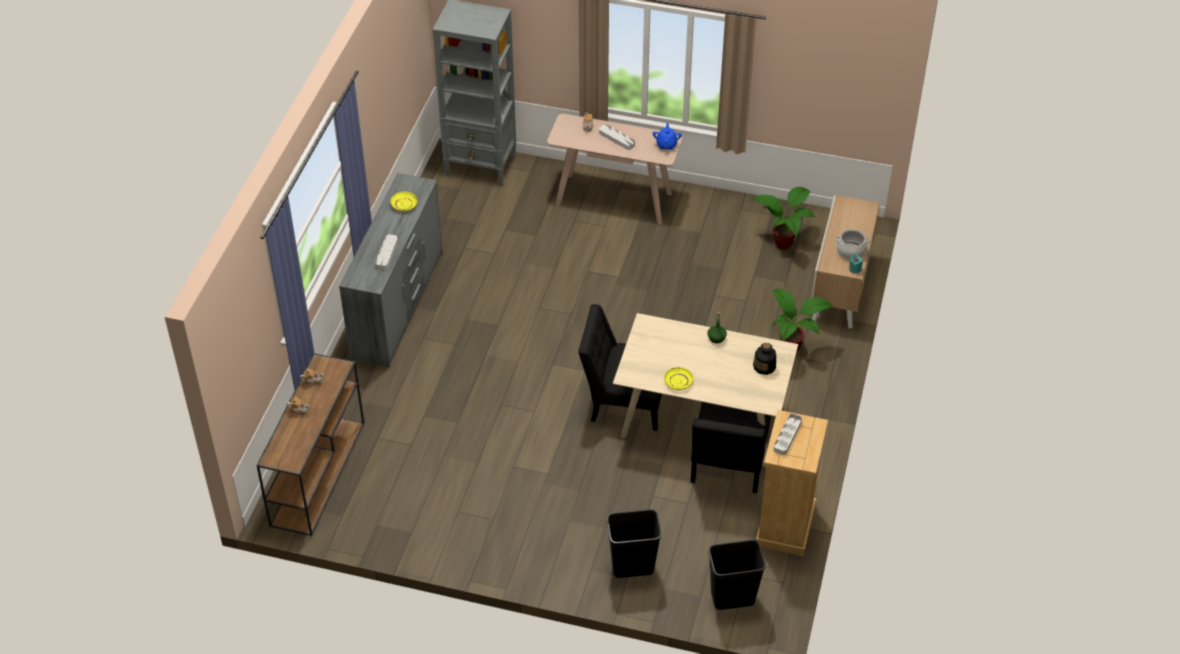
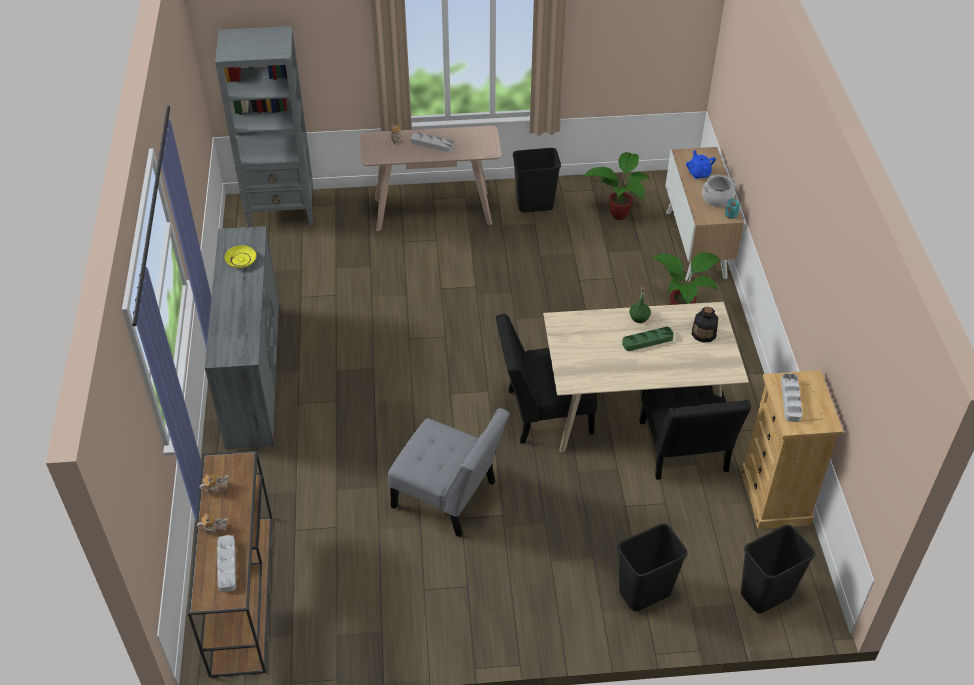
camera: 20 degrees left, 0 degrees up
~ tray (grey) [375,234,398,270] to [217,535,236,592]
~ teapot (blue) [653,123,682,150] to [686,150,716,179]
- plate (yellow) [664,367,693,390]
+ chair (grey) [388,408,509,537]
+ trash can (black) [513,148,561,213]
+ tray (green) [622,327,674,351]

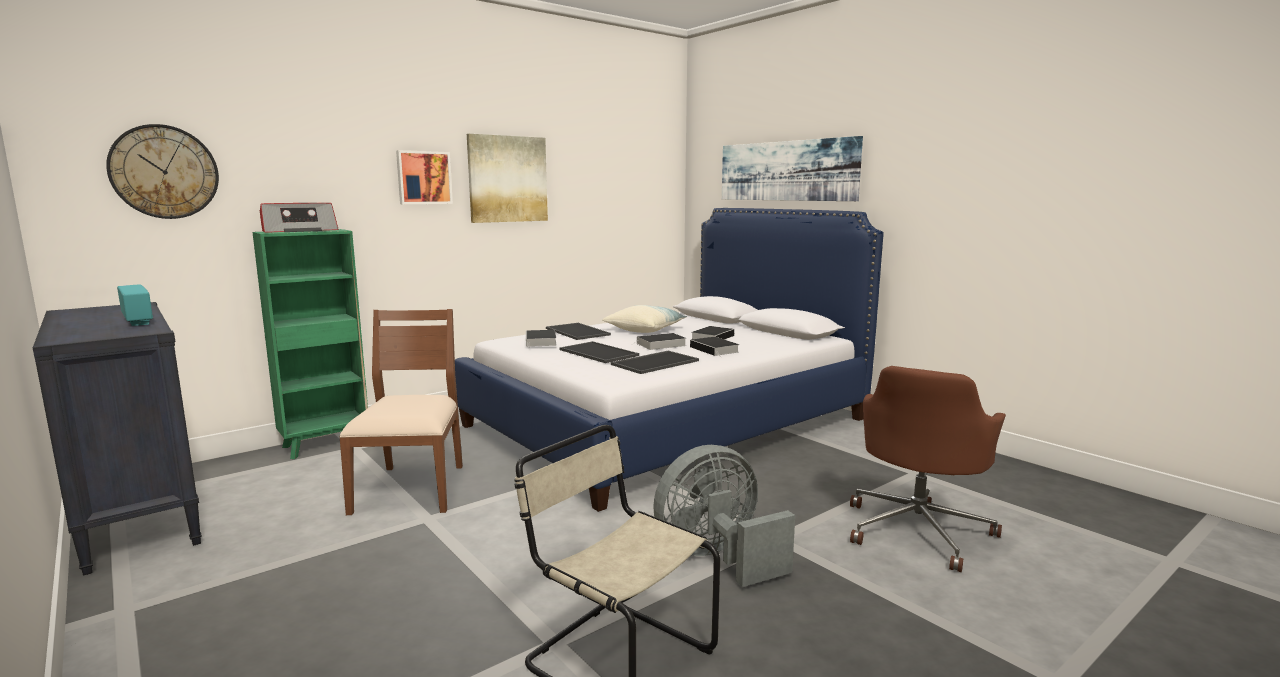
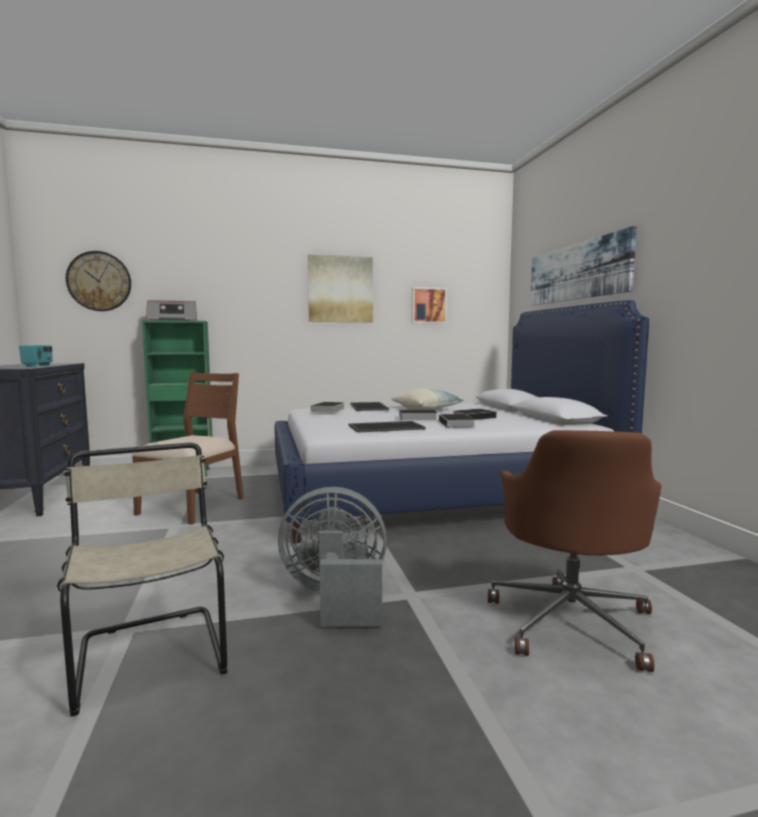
camera: 25 degrees right, 5 degrees down
~ picture [396,150,453,204] to [412,287,447,324]
- tray [559,341,639,363]
~ office chair (brown) [850,366,1006,572] = [488,430,661,672] 45 degrees counterclockwise

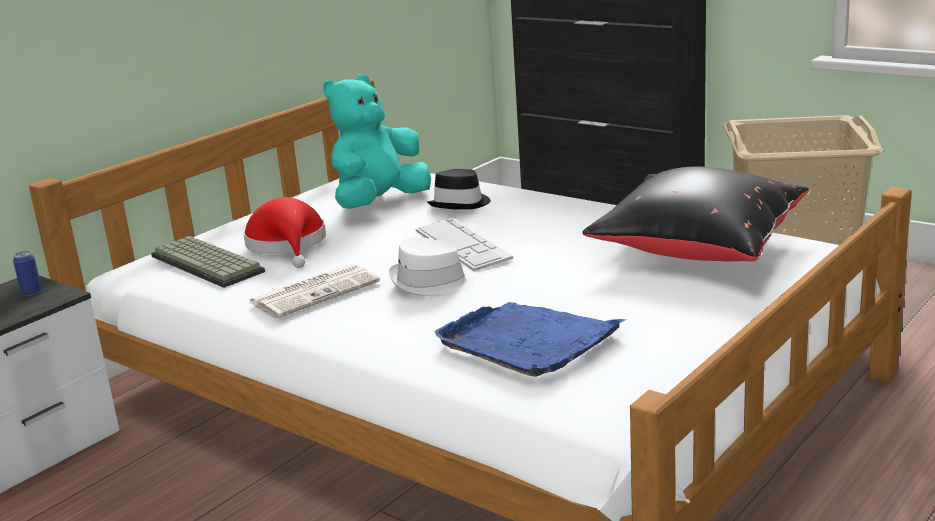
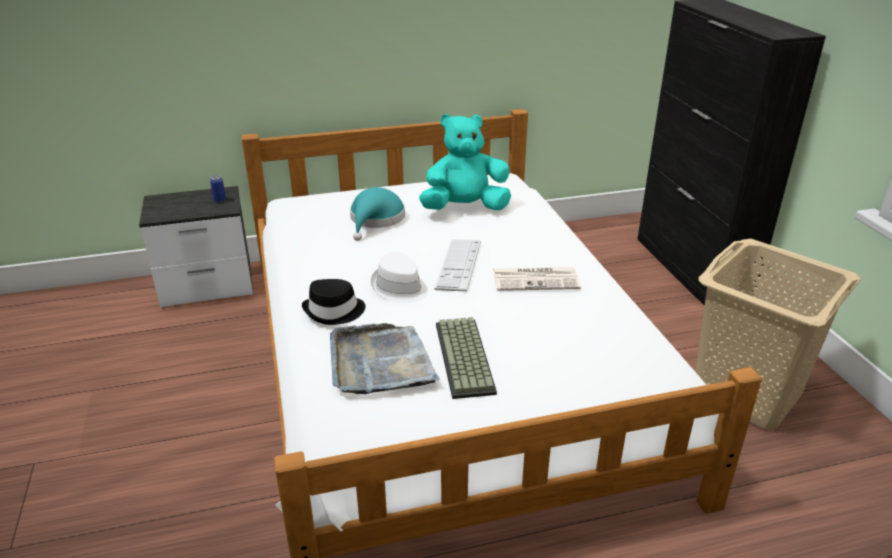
camera: 35 degrees right, 10 degrees up
~ keyboard [151,236,265,288] to [436,317,497,399]
~ hat (red) [243,197,326,268] to hat (turquoise) [350,187,405,241]
~ newspaper [249,264,380,318] to [493,267,581,291]
~ hat (black) [427,169,491,210] to [302,279,366,325]
~ tray (blue) [434,302,627,377] to tray (grey) [330,323,440,394]
- pillow (black) [582,167,809,262]

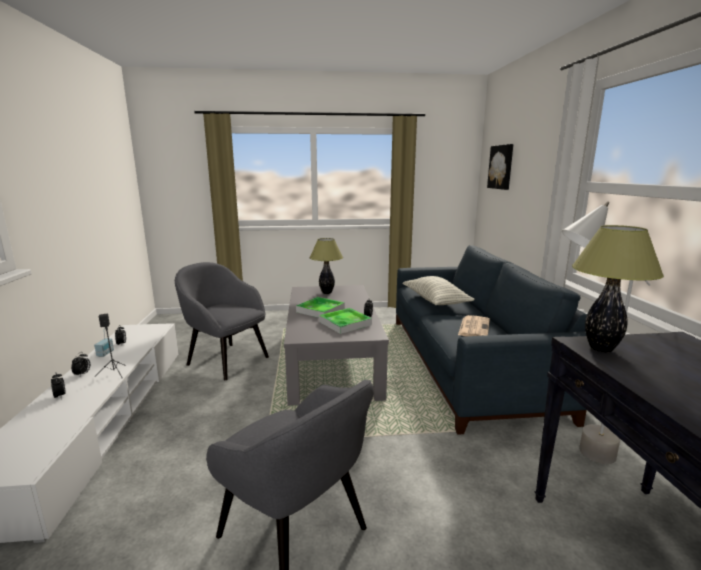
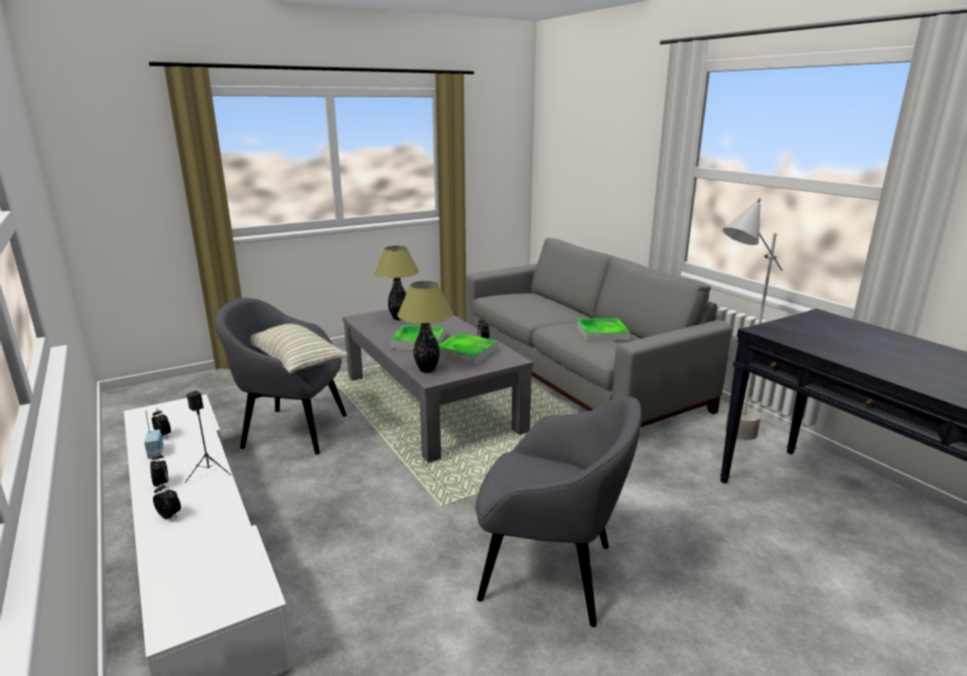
camera: 25 degrees left, 5 degrees up
~ sofa (blue) [396,245,587,435] to sofa (grey) [466,238,732,427]
~ pillow [402,276,475,305] to [250,324,348,373]
~ newspaper [458,315,490,336] to tray [576,318,630,342]
- picture [487,144,513,190]
~ table lamp [572,225,664,353] to [397,281,453,373]

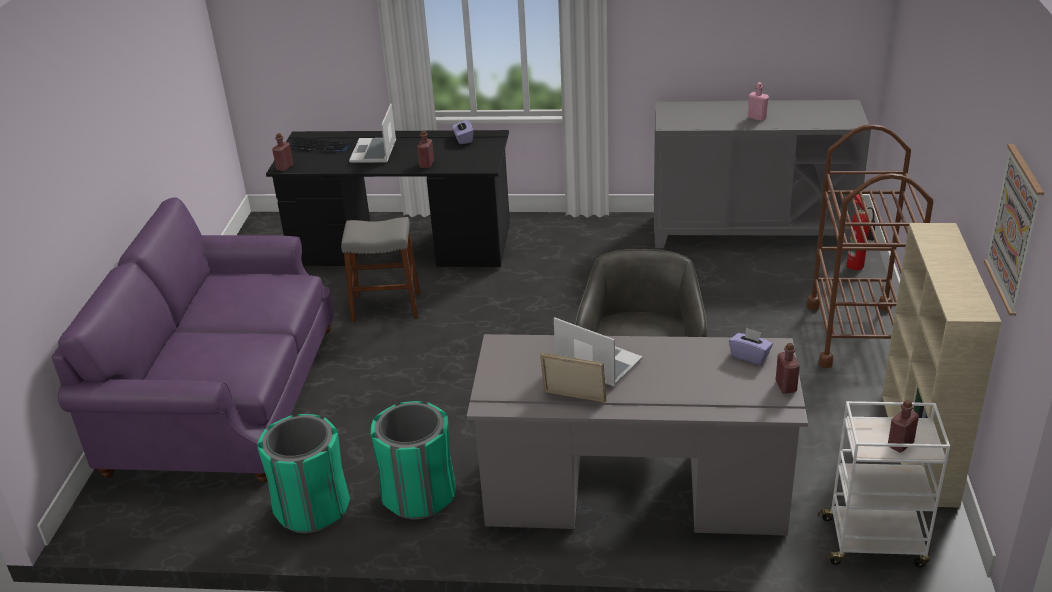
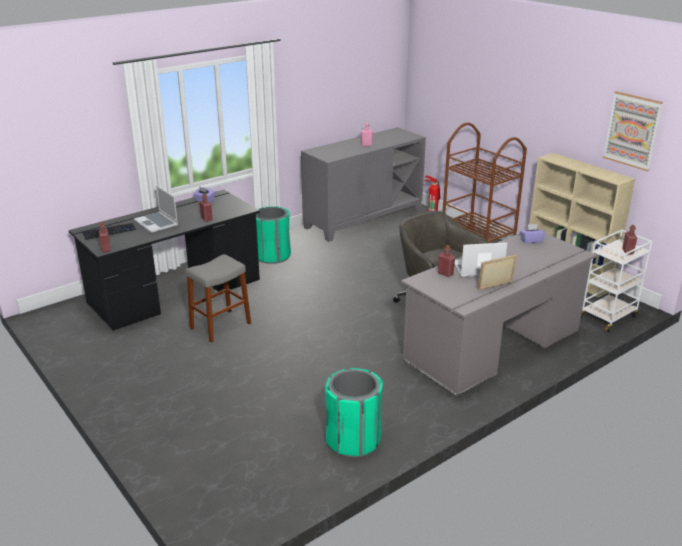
camera: 45 degrees left, 5 degrees down
- sofa (purple) [52,197,334,482]
~ trash can (green) [371,401,456,520] to [256,206,291,264]
~ bottle (red) [776,343,800,394] to [438,245,455,277]

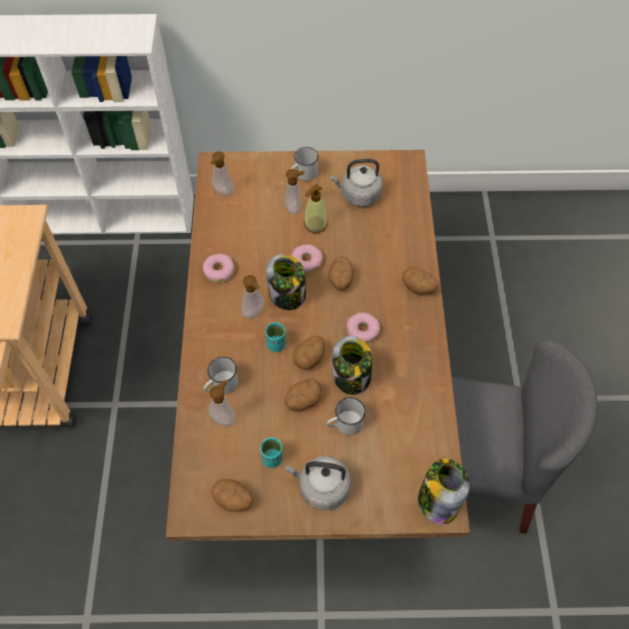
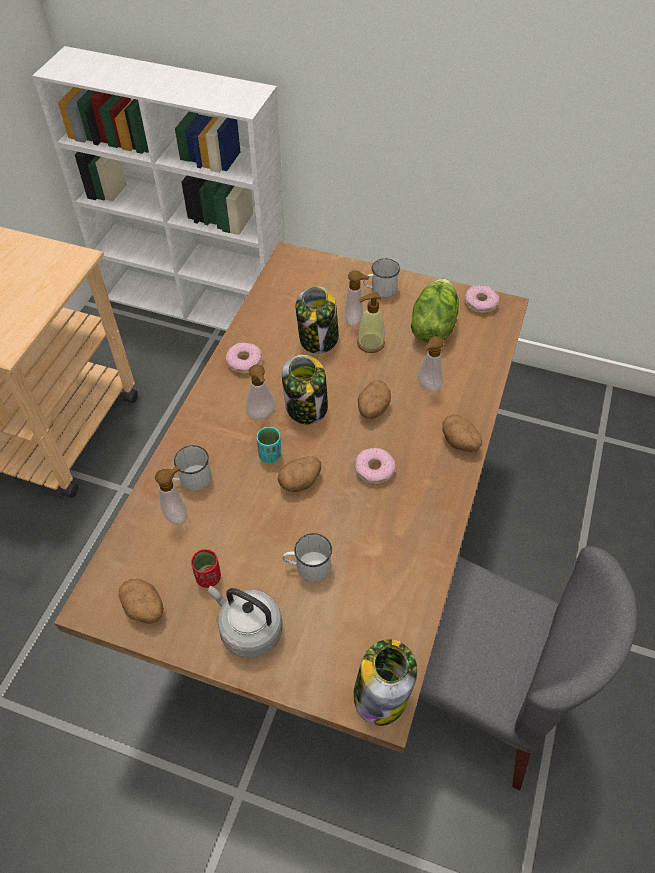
camera: 20 degrees right, 5 degrees down
~ soap dispenser [210,151,234,196] to [418,336,444,393]
~ cup (turquoise) [260,438,283,468] to cup (red) [191,549,221,588]
- potato [284,379,322,411]
~ donut [292,244,323,273] to [464,285,499,314]
~ kettle (grey) [330,159,383,207] to lettuce [411,279,459,343]
~ jar [332,336,372,395] to [296,287,339,354]

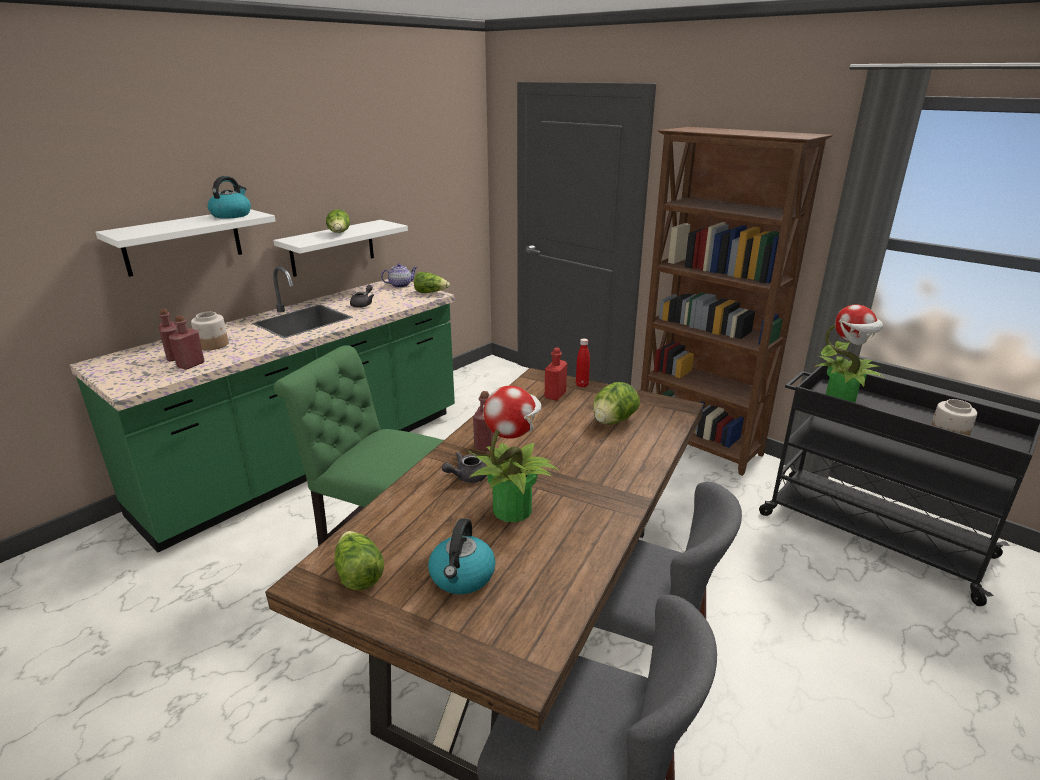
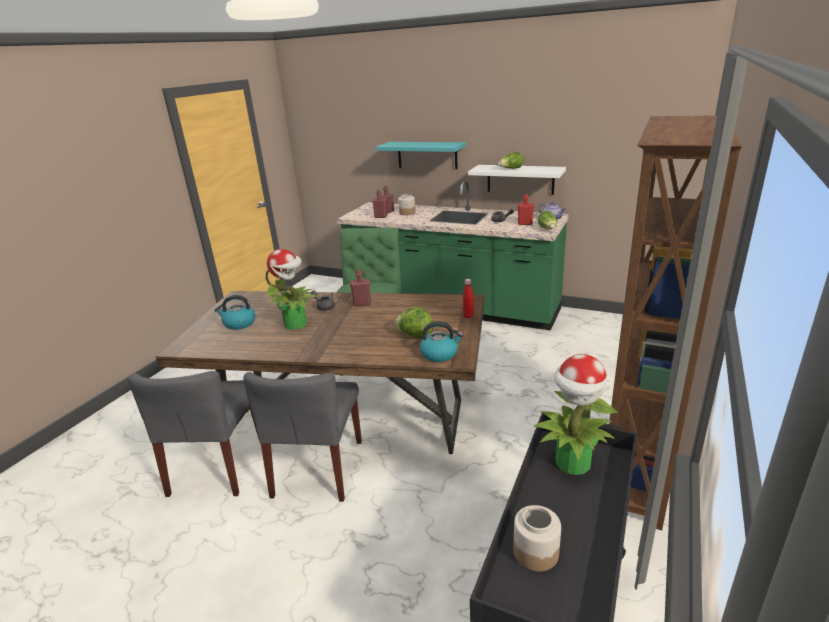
camera: 75 degrees right, 0 degrees up
~ shelf (white) [95,209,276,277] to shelf (turquoise) [376,142,466,169]
~ kettle [208,176,251,219] to [420,321,463,362]
- lettuce [335,531,384,590]
~ bottle (red) [545,347,567,400] to [518,194,534,225]

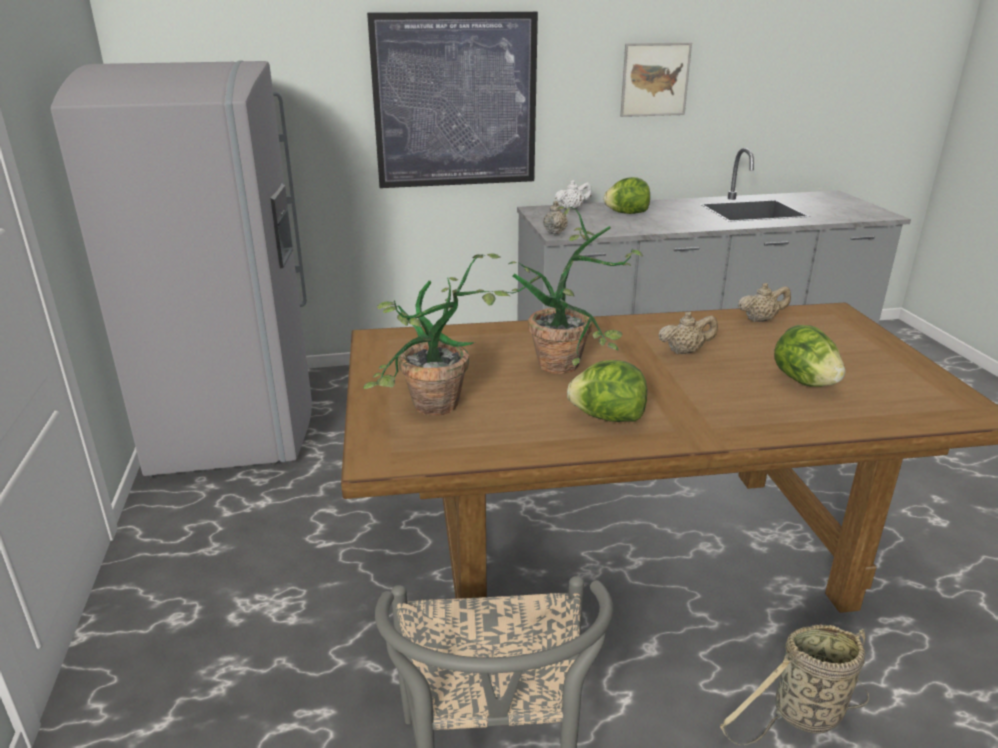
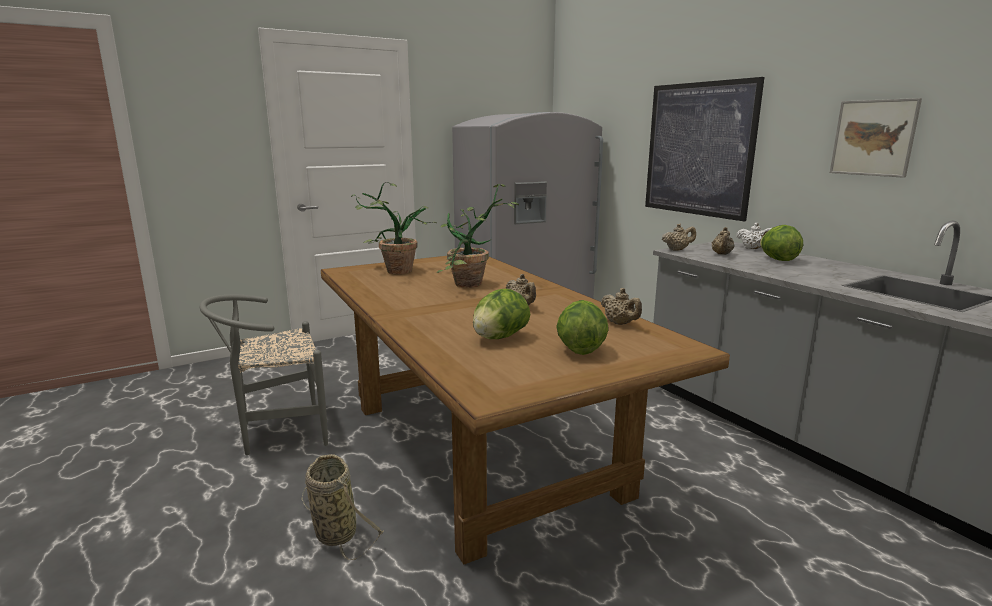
camera: 70 degrees right, 10 degrees down
~ lettuce [567,360,647,422] to [556,300,608,355]
+ teapot (beige) [712,227,735,255]

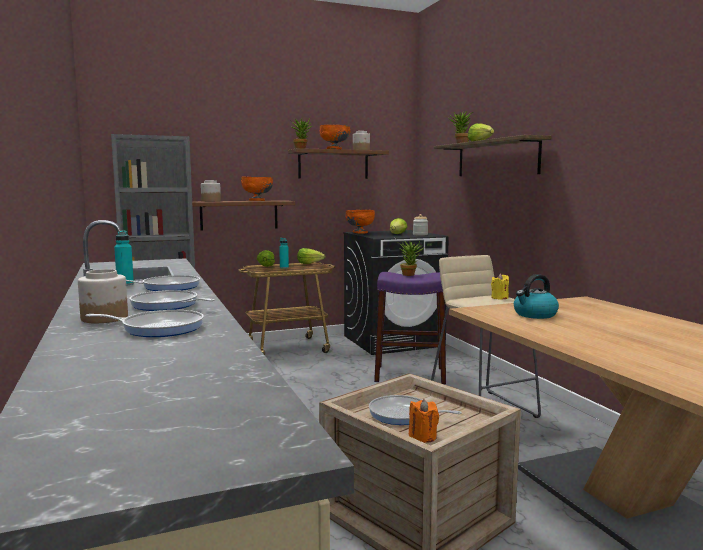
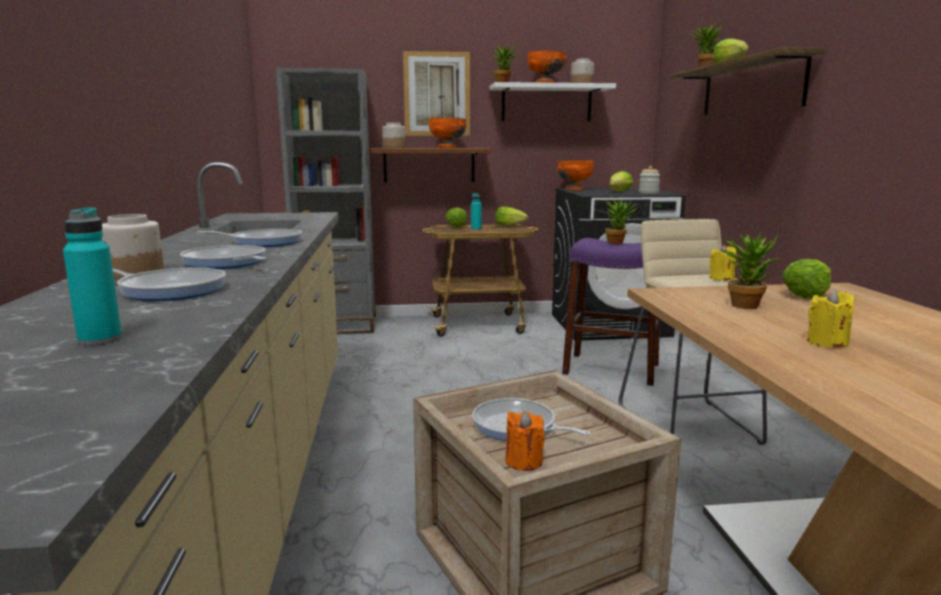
camera: 15 degrees right, 5 degrees up
~ bottle (turquoise) [114,231,134,286] to [63,207,122,345]
~ shelf (brown) [288,148,389,179] to shelf (white) [489,82,616,121]
~ kettle [514,274,559,319] to potted plant [720,233,779,309]
+ picture [403,51,470,136]
+ lettuce [782,259,831,298]
+ candle (yellow) [807,289,854,348]

